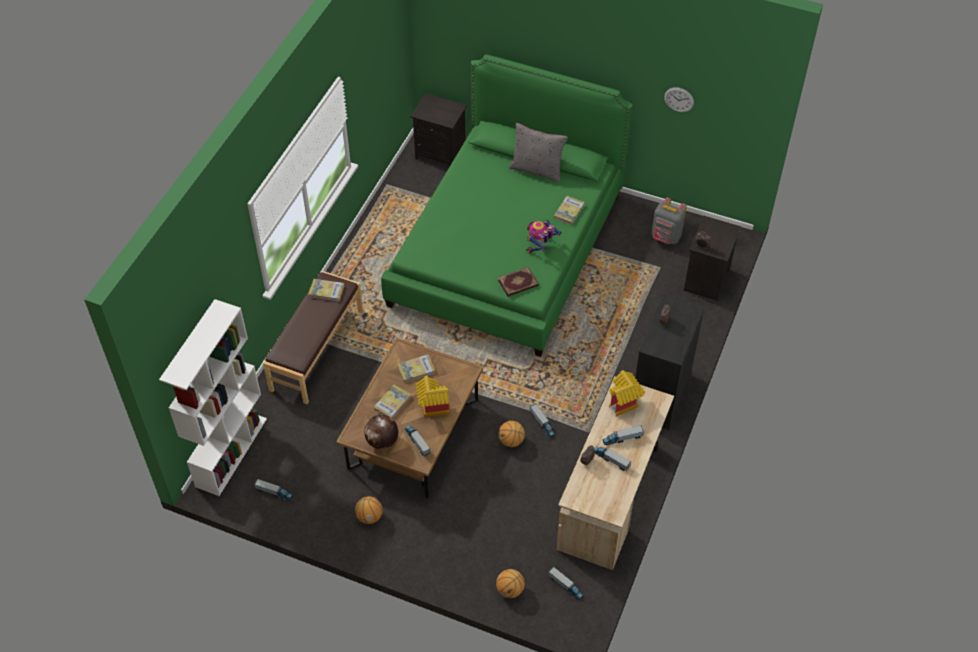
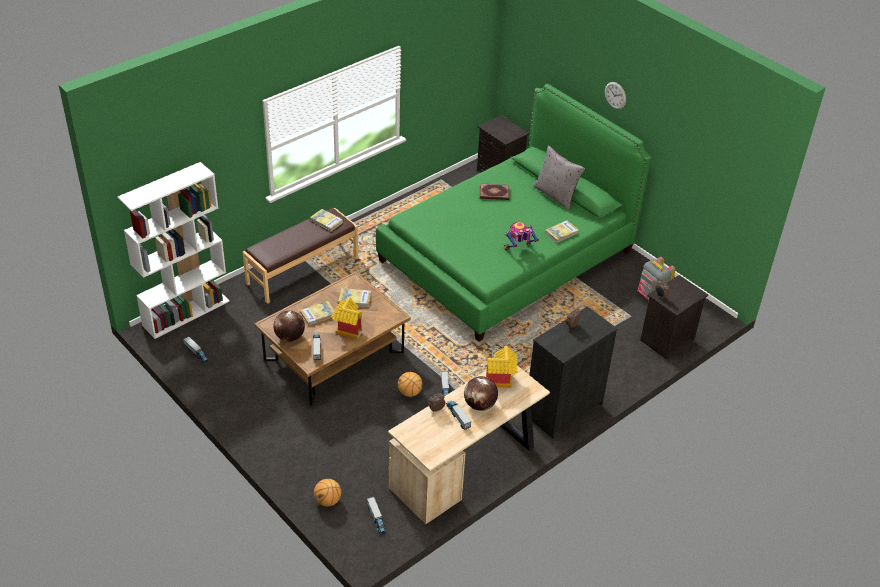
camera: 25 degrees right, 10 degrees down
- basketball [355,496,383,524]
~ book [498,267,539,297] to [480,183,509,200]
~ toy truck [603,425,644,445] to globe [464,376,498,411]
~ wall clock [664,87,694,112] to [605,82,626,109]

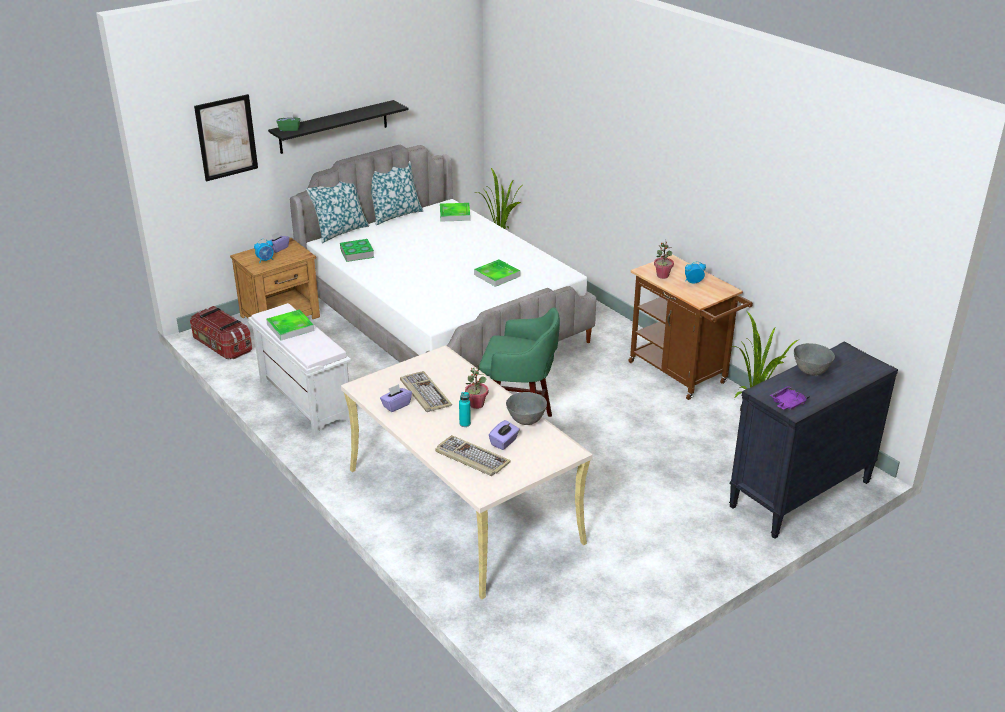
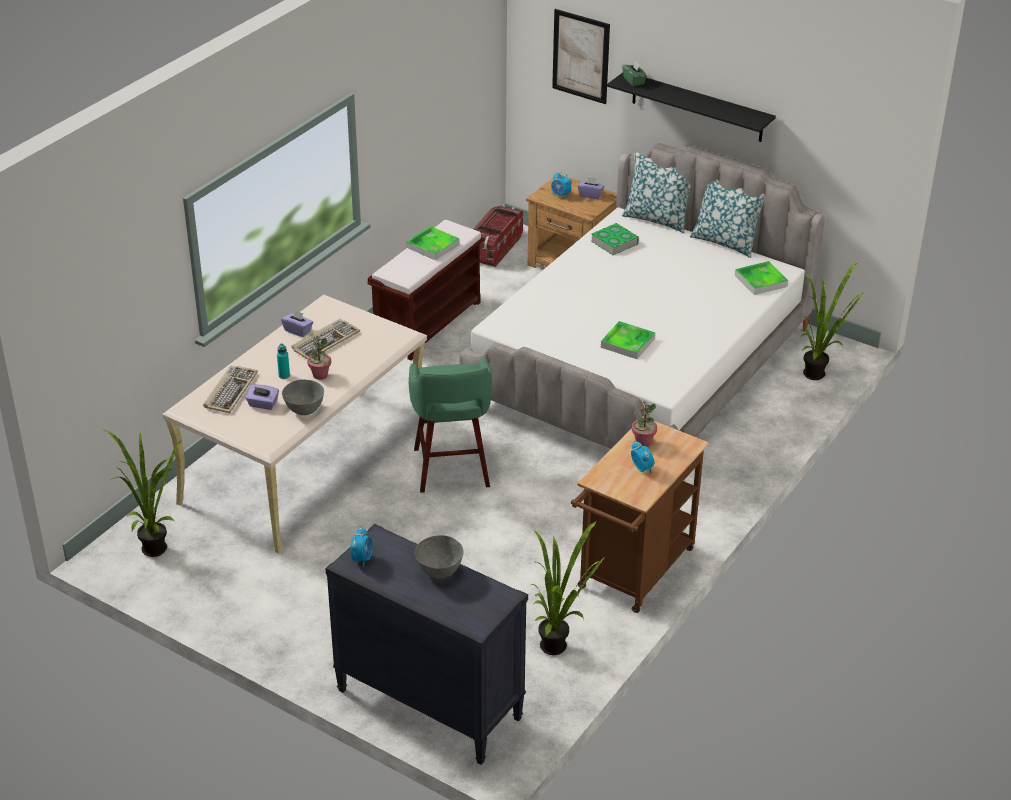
camera: 70 degrees right, 5 degrees up
~ bench (white) [248,303,351,435] to bench (brown) [368,220,485,360]
~ tray (purple) [770,386,810,410] to alarm clock [350,527,373,567]
+ potted plant [103,429,182,557]

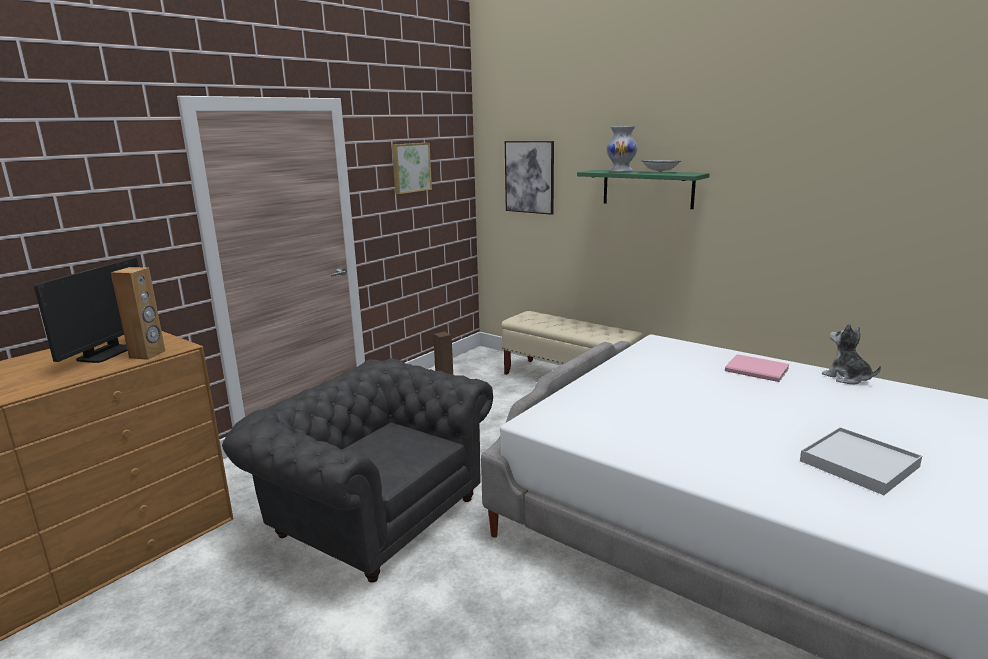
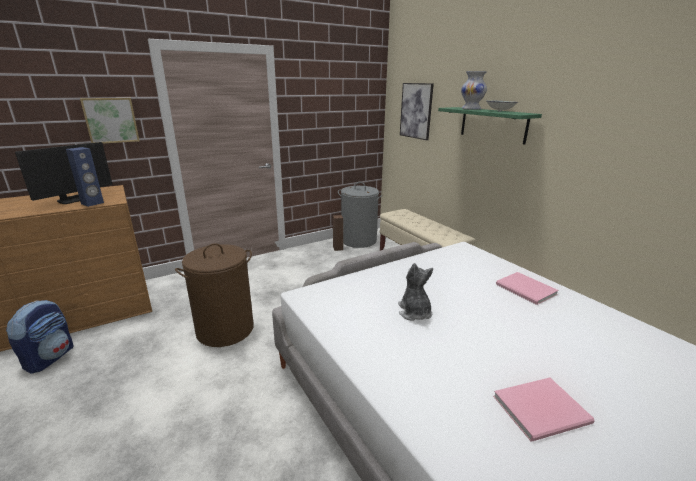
camera: 20 degrees right, 5 degrees up
~ speaker (brown) [111,267,165,360] to speaker (blue) [66,147,104,207]
~ armchair (grey) [222,358,493,583] to laundry basket (brown) [175,243,254,347]
~ picture [392,143,432,194] to [80,98,140,144]
~ tray (white) [800,427,922,495] to book (pink) [493,378,595,442]
~ plush toy [822,323,881,384] to [398,263,433,321]
+ backpack [6,300,74,374]
+ laundry basket (grey) [338,182,382,248]

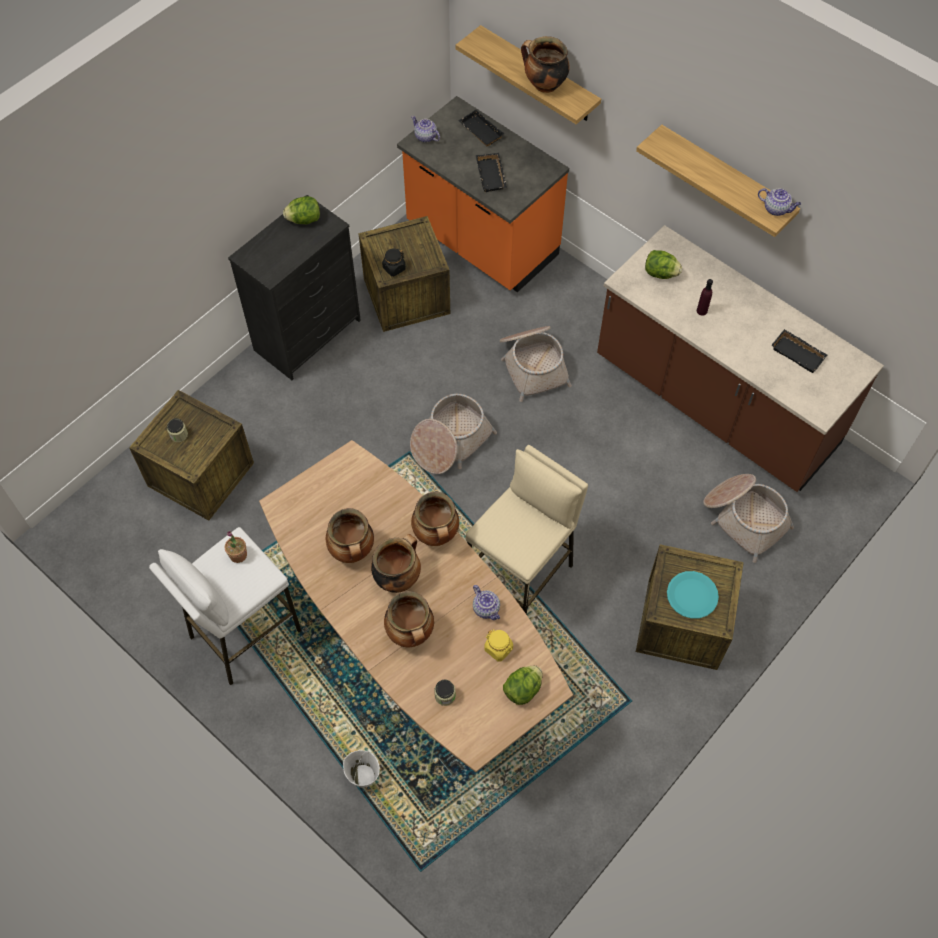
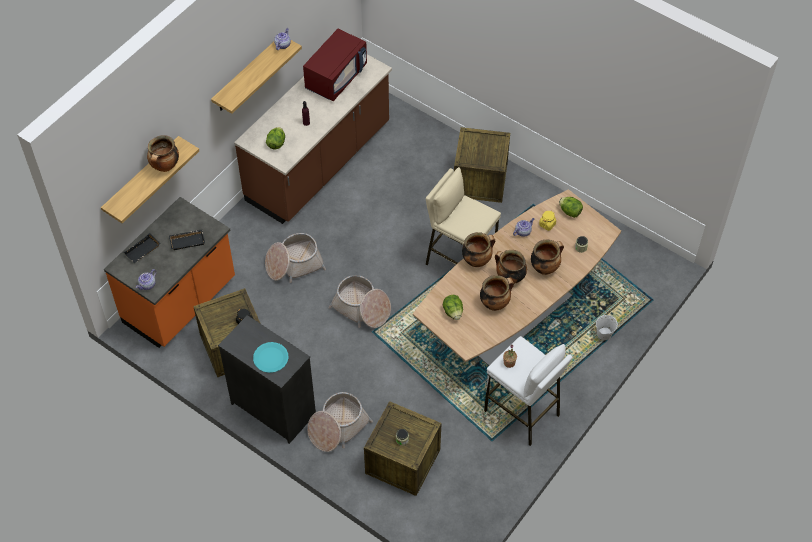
camera: 95 degrees left, 5 degrees down
~ lettuce [283,196,320,224] to [443,295,463,320]
~ plate (turquoise) [667,571,719,619] to [253,342,289,373]
~ basket [703,474,794,563] to [307,392,373,452]
~ tray (black) [771,329,827,373] to microwave (red) [303,29,367,101]

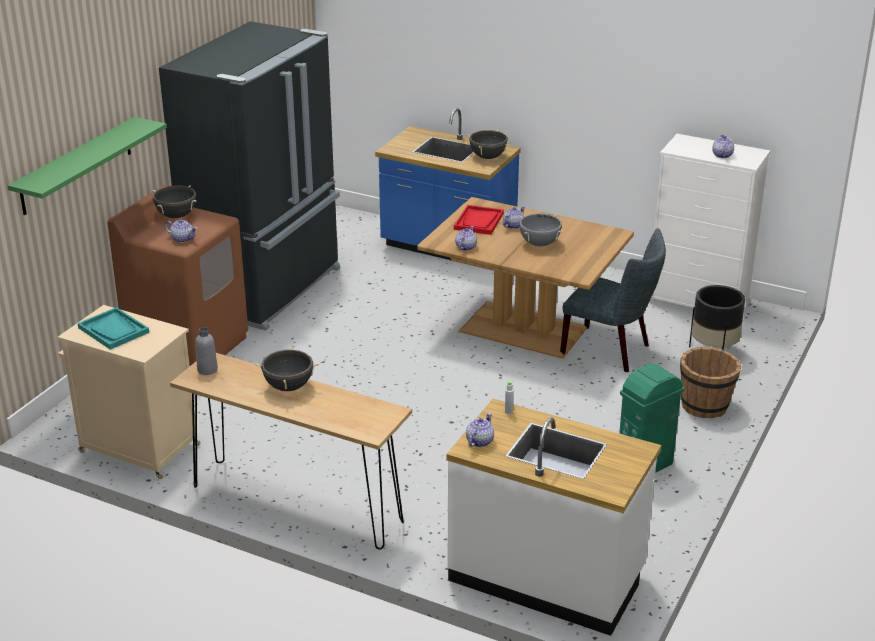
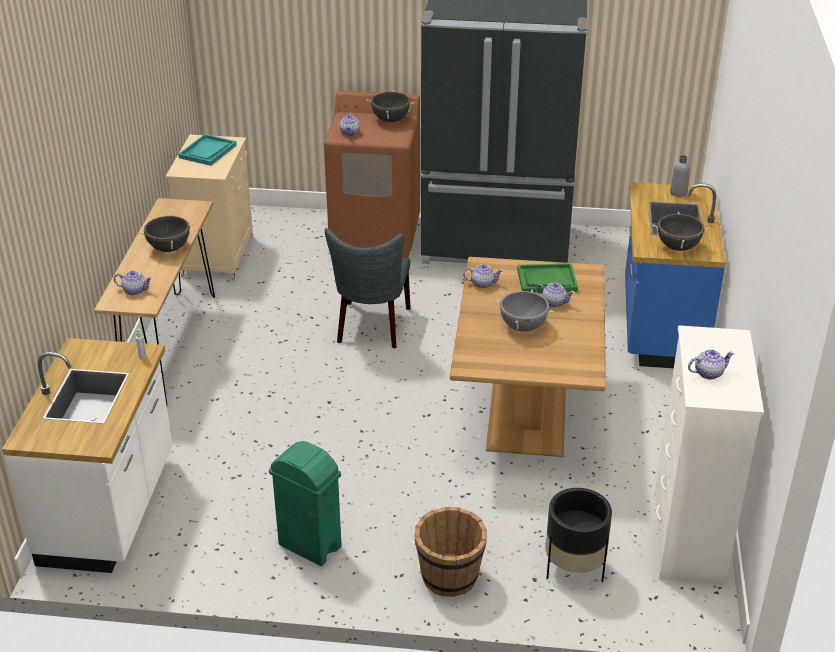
camera: 70 degrees right, 5 degrees up
- shelf (green) [7,117,167,215]
~ bottle (grey) [195,327,218,375] to [670,155,690,197]
~ tray (red) [454,205,504,235] to tray (green) [517,263,578,293]
~ teapot [466,413,494,447] to [114,271,152,295]
~ chair (grey) [560,228,666,372] to [325,228,411,349]

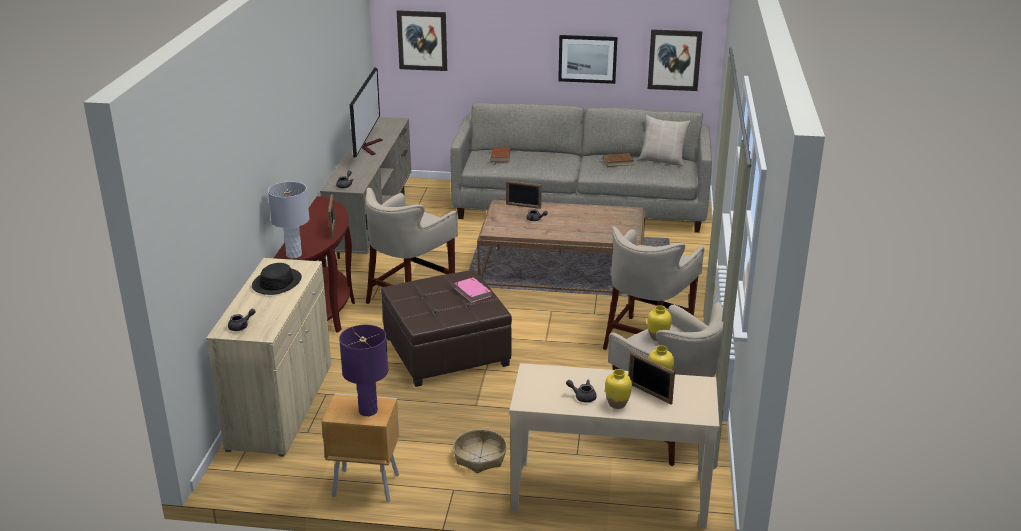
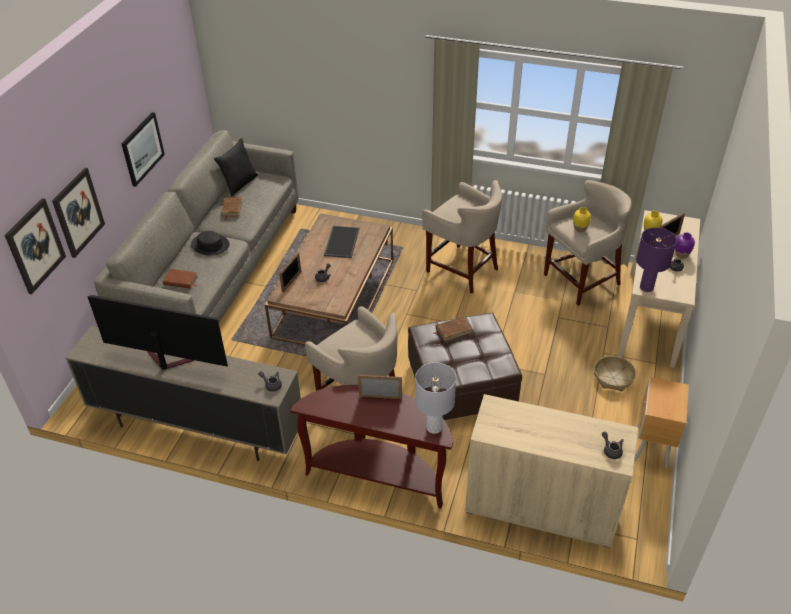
camera: 80 degrees left, 15 degrees up
~ hat (black) [252,263,302,295] to [191,231,230,256]
~ table lamp (purple) [339,325,388,416] to [636,227,677,292]
~ book (pink) [454,277,491,303] to book (brown) [433,317,472,342]
~ vase (yellow) [605,369,632,409] to vase (purple) [675,233,695,259]
~ pillow (beige) [639,115,690,166] to pillow (black) [214,138,258,196]
~ picture [648,29,702,91] to [52,168,105,258]
+ tray [324,226,359,258]

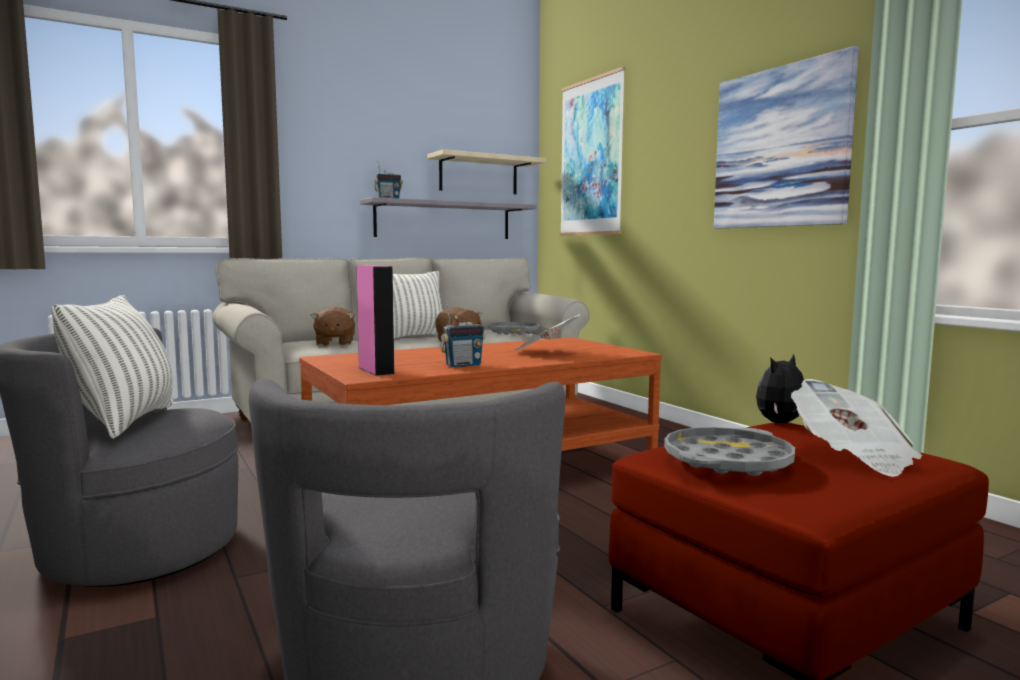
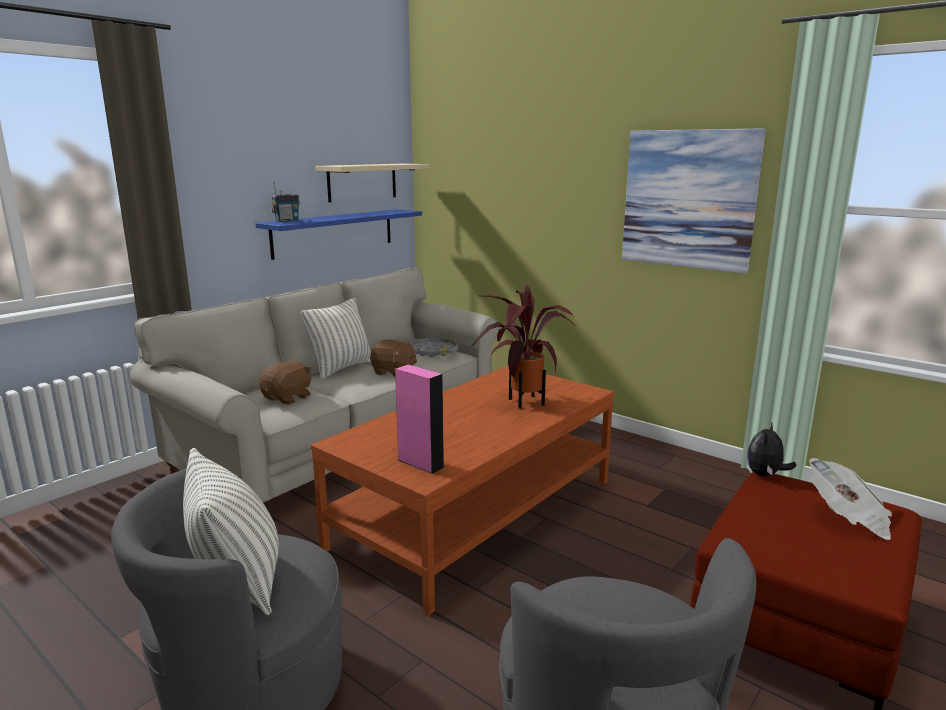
camera: 20 degrees left, 10 degrees up
~ plush toy (brown) [311,306,355,346] = [259,361,312,405] 120 degrees counterclockwise
~ shelf (grey) [360,197,536,239] to shelf (blue) [255,209,422,260]
- radio [440,304,485,367]
~ newspaper [515,314,580,351] to potted plant [471,285,575,409]
- picture [559,66,626,236]
- tray (grey) [664,427,795,476]

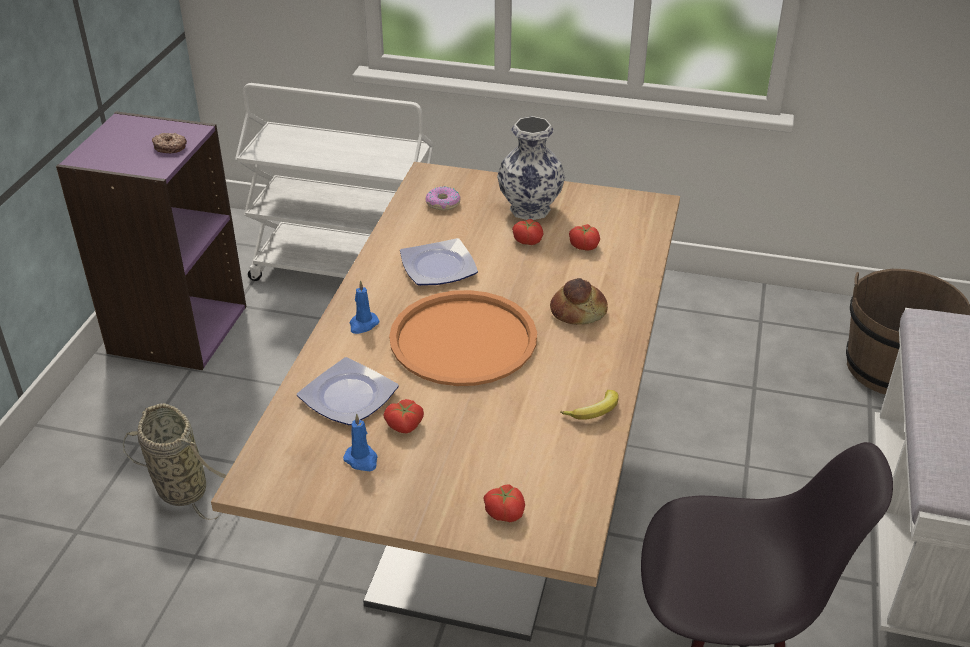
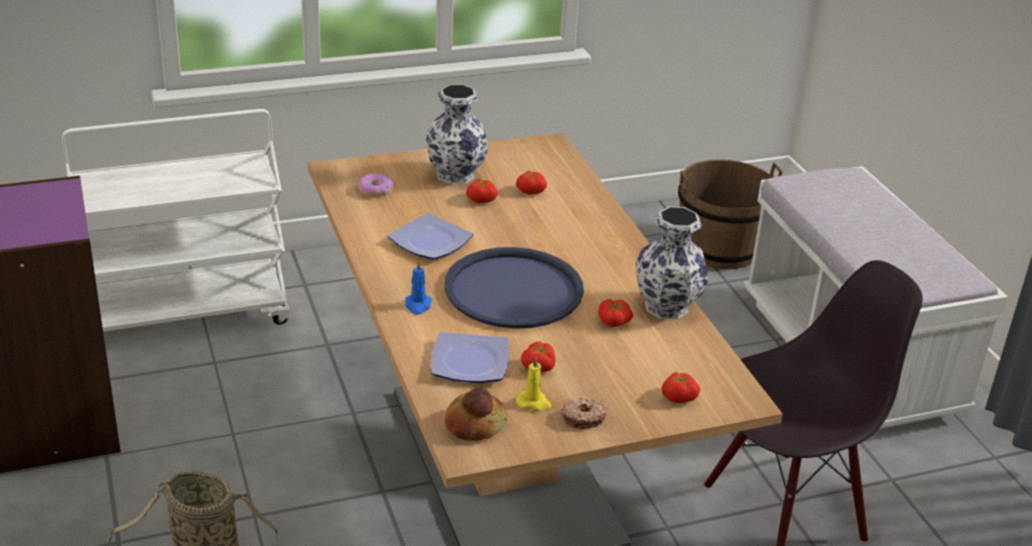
camera: 35 degrees left, 5 degrees down
~ donut [152,133,187,153] to [561,397,607,429]
~ candle (blue) [343,414,378,471] to candle (yellow) [516,356,551,411]
~ tray (orange) [389,290,537,386] to tray (blue) [444,247,584,329]
~ bread [550,278,608,325] to [445,388,507,441]
~ banana [560,390,619,420] to vase [636,207,708,319]
+ tomato [598,299,633,327]

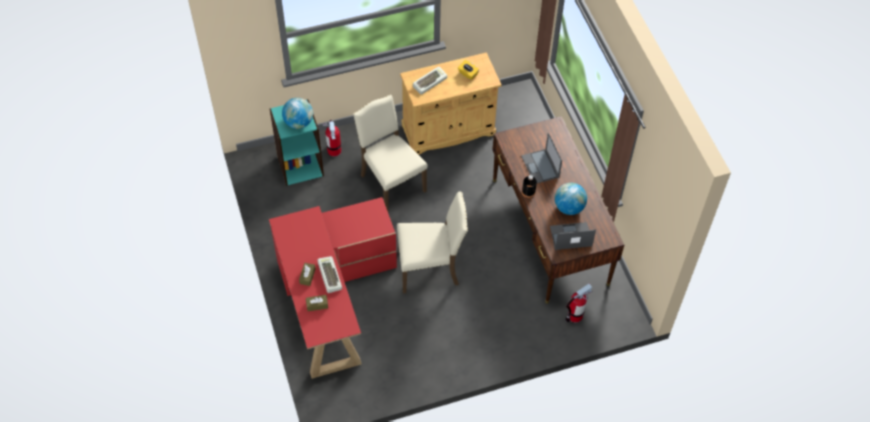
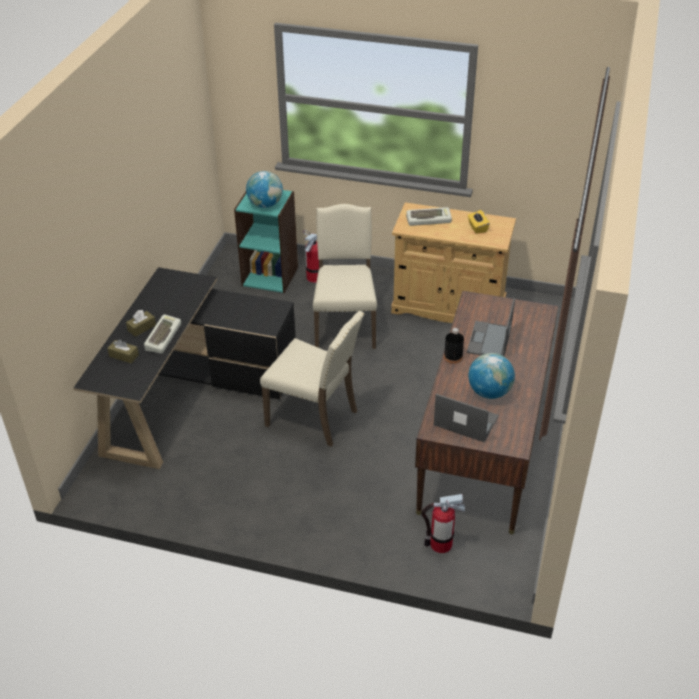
camera: 35 degrees right, 15 degrees down
~ desk (red) [269,197,397,379] to desk (black) [74,267,296,469]

